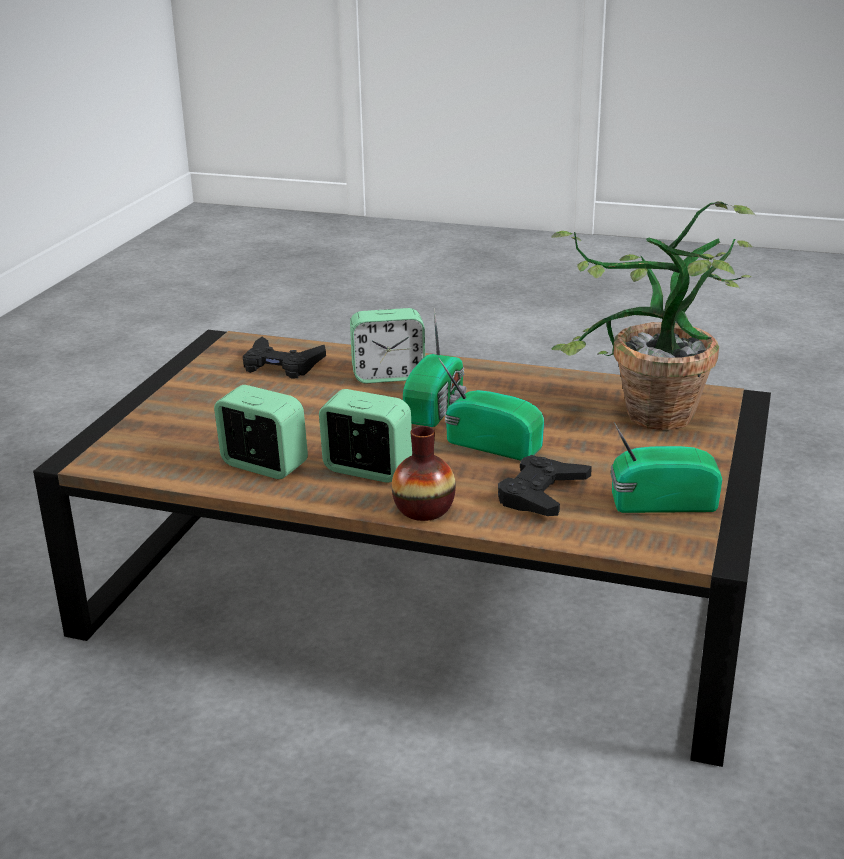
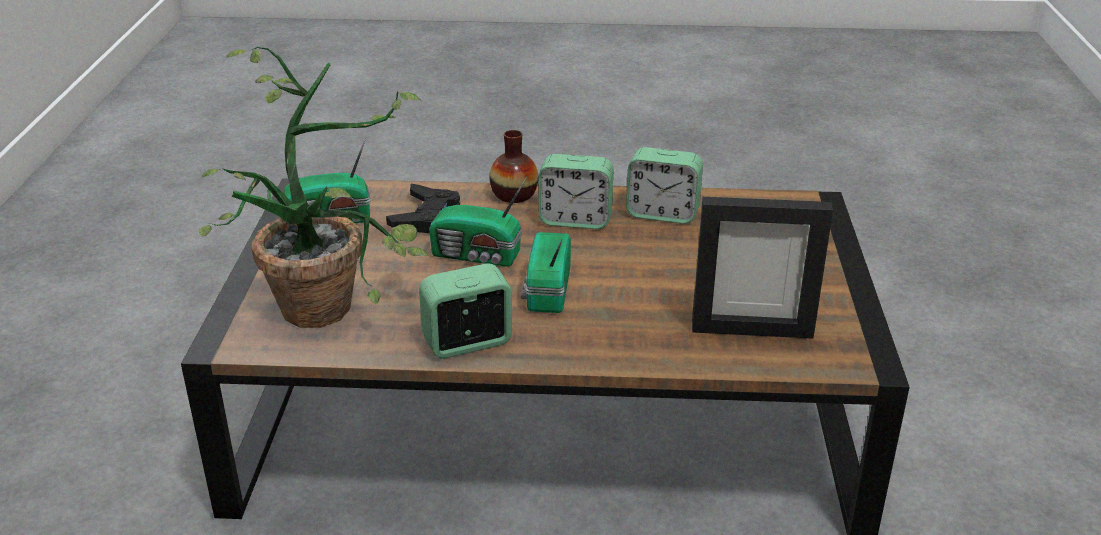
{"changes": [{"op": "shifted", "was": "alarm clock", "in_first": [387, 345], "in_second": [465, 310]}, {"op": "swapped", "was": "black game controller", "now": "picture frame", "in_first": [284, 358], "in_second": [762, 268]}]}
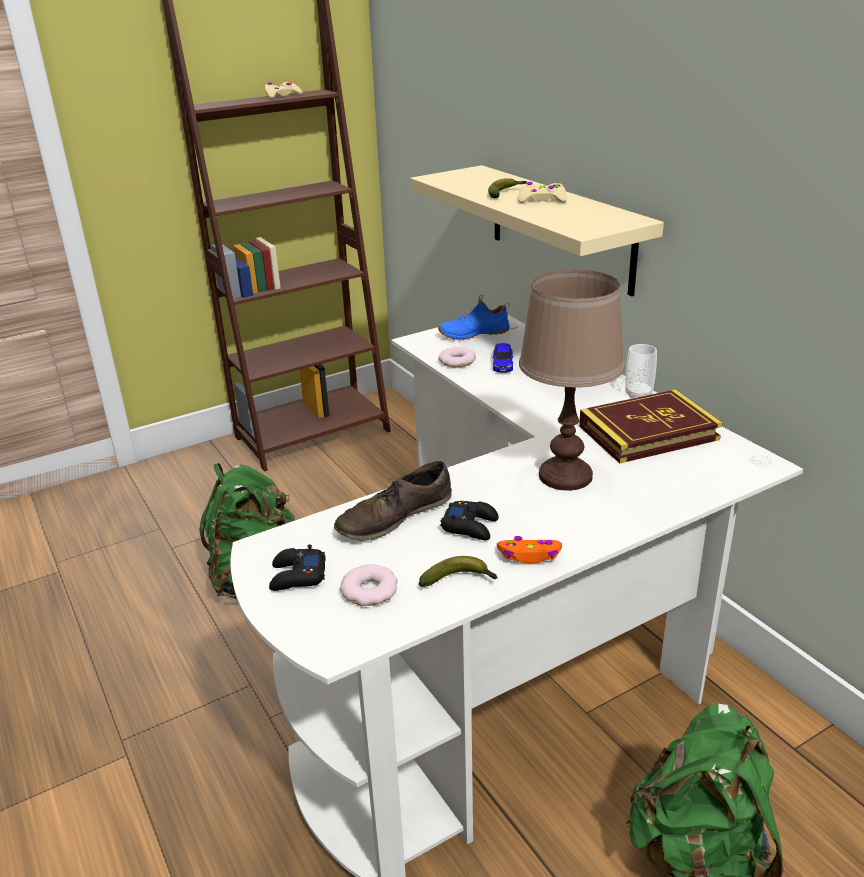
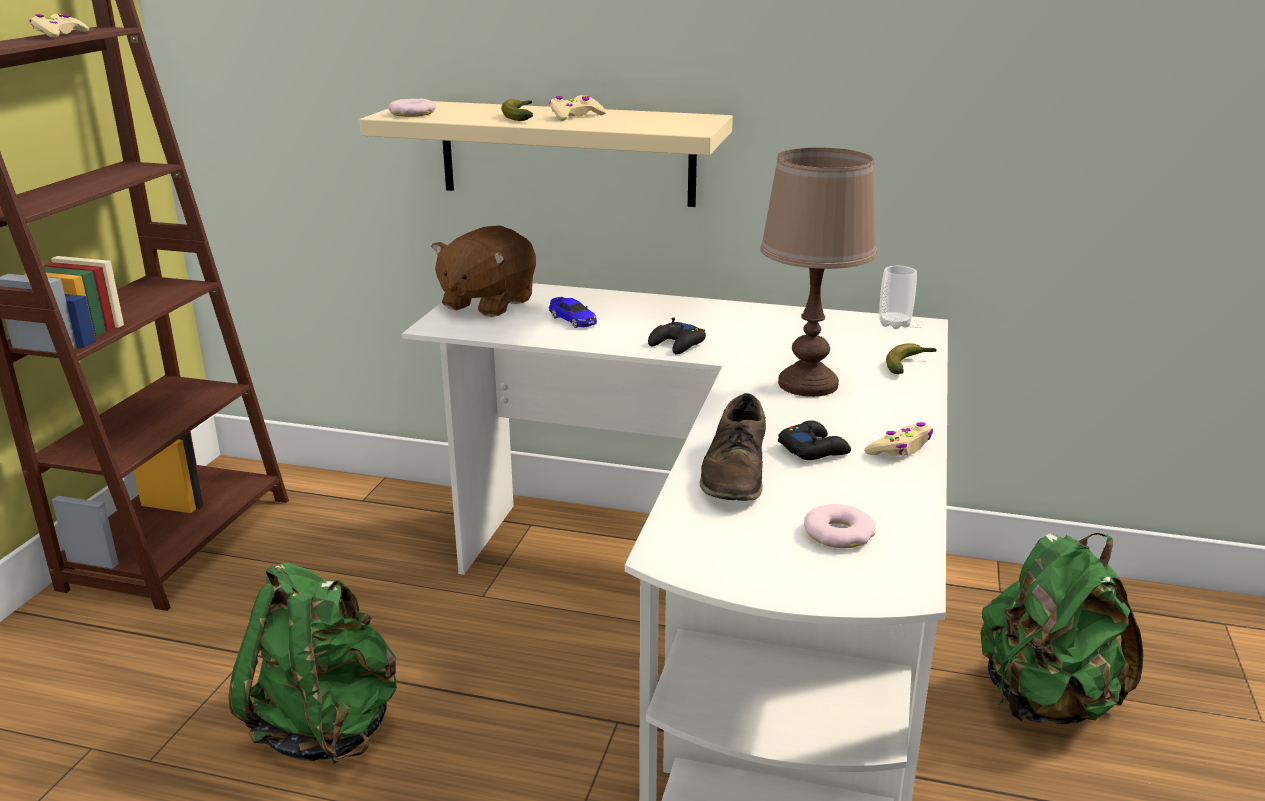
{"changes": [{"op": "gone", "was": "book", "in_first": [651, 426]}, {"op": "shifted", "was": "black game controller", "in_first": [297, 567], "in_second": [677, 336]}, {"op": "shifted", "was": "banana", "in_first": [458, 571], "in_second": [911, 358]}, {"op": "shifted", "was": "donut", "in_first": [457, 357], "in_second": [412, 108]}, {"op": "shifted", "was": "cup", "in_first": [641, 371], "in_second": [898, 297]}, {"op": "swapped", "was": "blue shoe", "now": "brown plush toy", "in_first": [474, 317], "in_second": [483, 271]}, {"op": "repainted", "was": "orange game controller", "now": "beige game controller", "in_first": [529, 549], "in_second": [898, 439]}]}
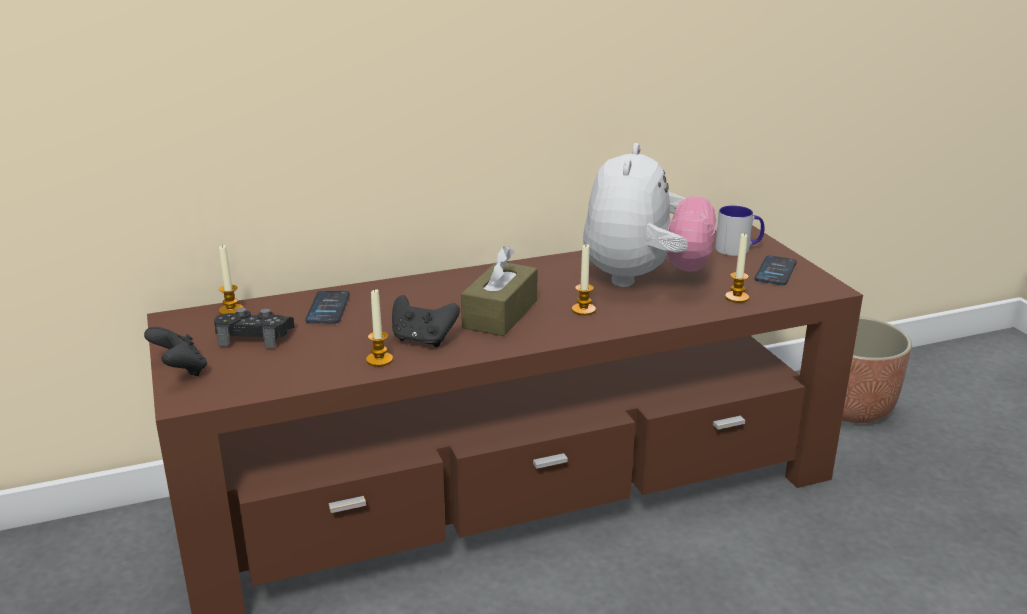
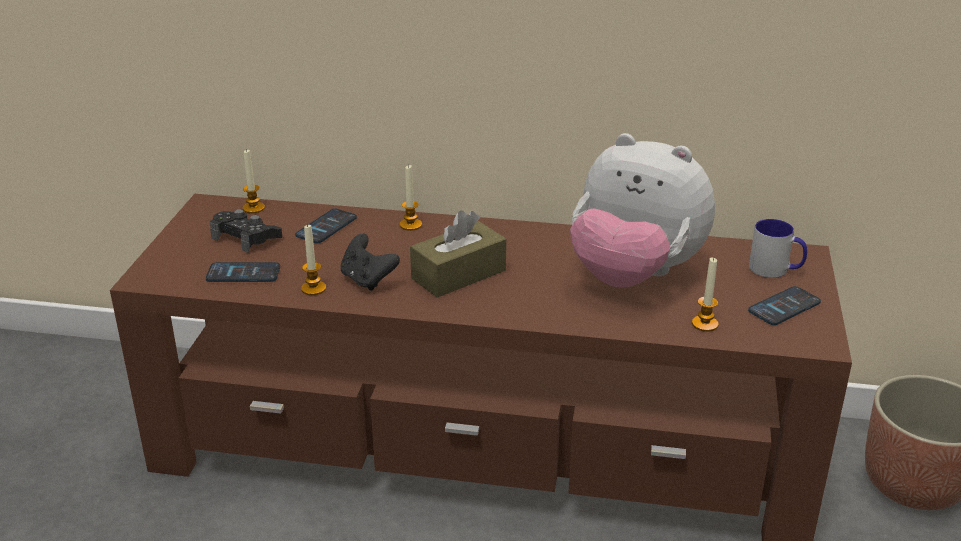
{"changes": [{"op": "gone", "was": "black game controller", "in_first": [175, 351]}, {"op": "new", "now": "phone", "in_second": [243, 272]}, {"op": "shifted", "was": "candle", "in_first": [584, 279], "in_second": [411, 197]}, {"op": "rotated", "was": "plush toy", "in_first": [650, 215], "in_second": [642, 210], "clockwise": 75}]}
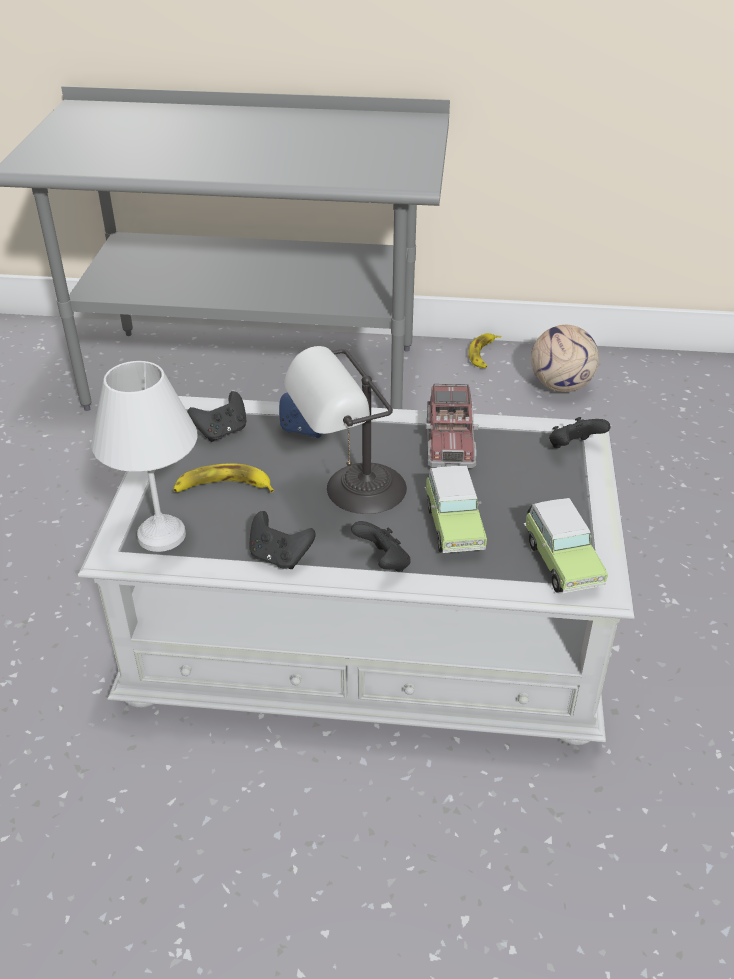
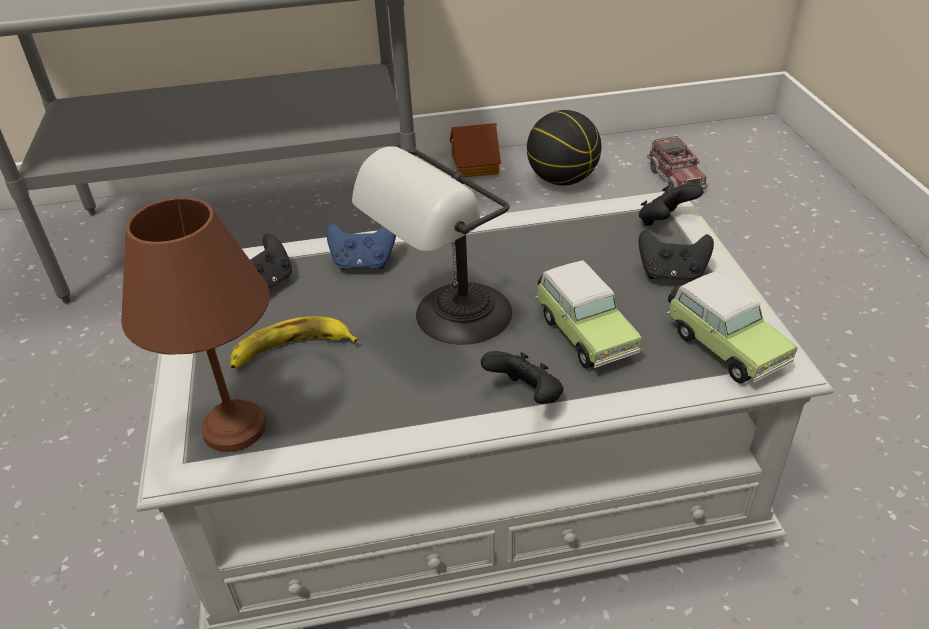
{"changes": [{"op": "shifted", "was": "black game controller", "in_first": [283, 540], "in_second": [676, 256]}, {"op": "shifted", "was": "toy truck", "in_first": [452, 426], "in_second": [677, 163]}, {"op": "swapped", "was": "banana", "now": "toy house", "in_first": [485, 350], "in_second": [475, 150]}, {"op": "swapped", "was": "football", "now": "basketball", "in_first": [565, 358], "in_second": [564, 148]}, {"op": "repainted", "was": "white table lamp", "now": "brown table lamp", "in_first": [144, 456], "in_second": [195, 324]}]}
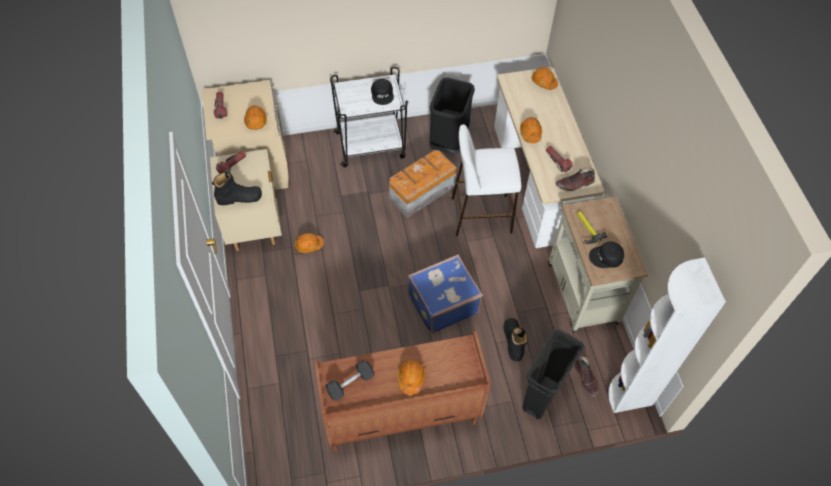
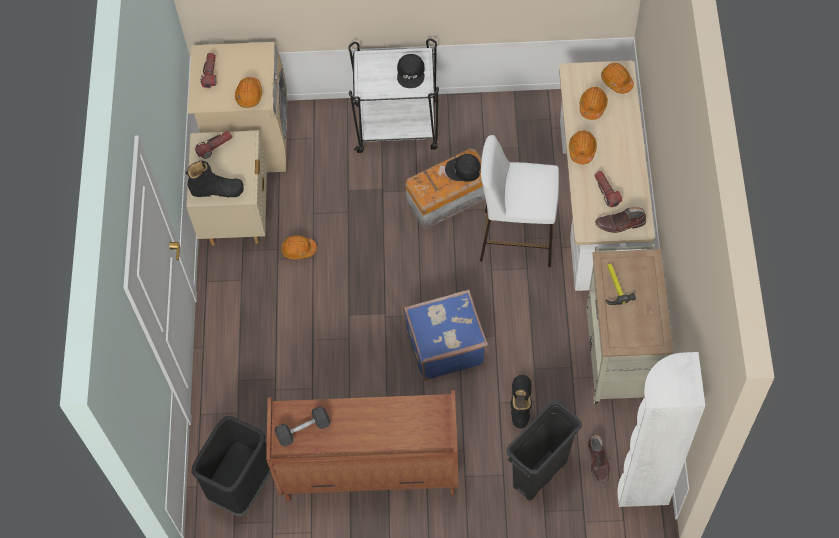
{"changes": [{"op": "shifted", "was": "orange hard hat", "in_first": [411, 377], "in_second": [594, 103]}, {"op": "shifted", "was": "black trash can", "in_first": [452, 116], "in_second": [231, 466]}, {"op": "shifted", "was": "black cap", "in_first": [606, 254], "in_second": [463, 168]}]}
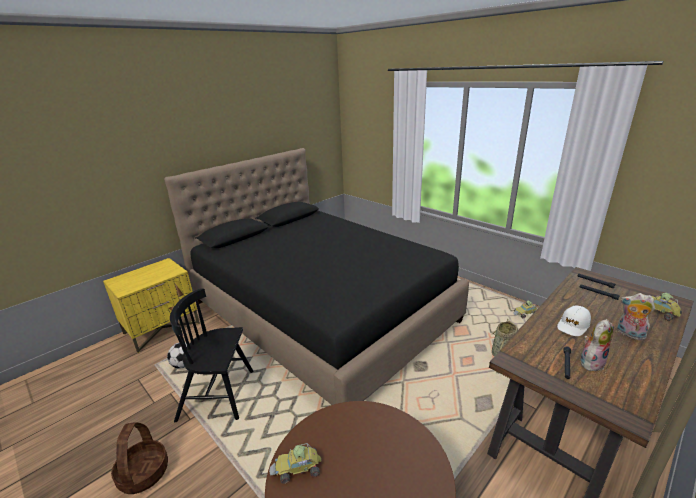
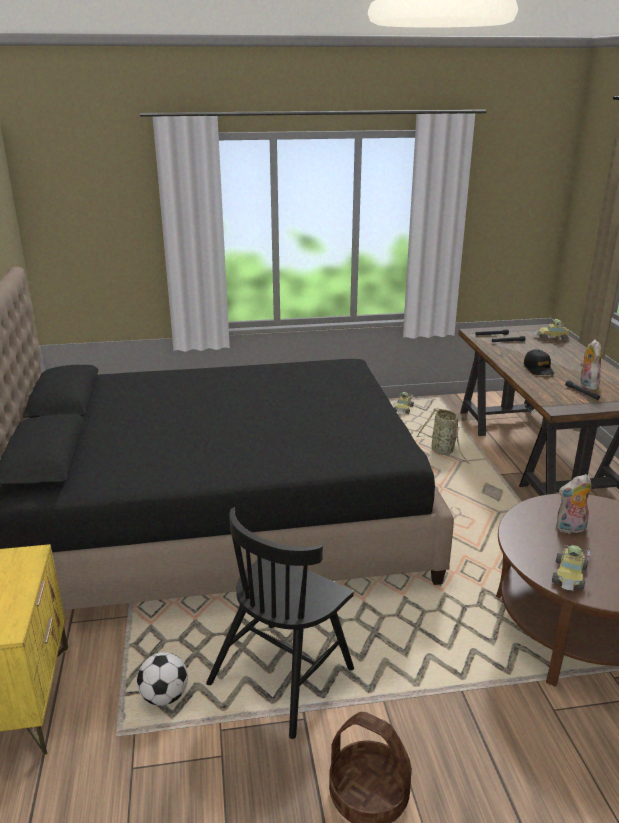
{"changes": [{"op": "shifted", "was": "plush toy", "in_first": [636, 316], "in_second": [573, 504]}, {"op": "repainted", "was": "white cap", "now": "black cap", "in_first": [574, 321], "in_second": [539, 362]}]}
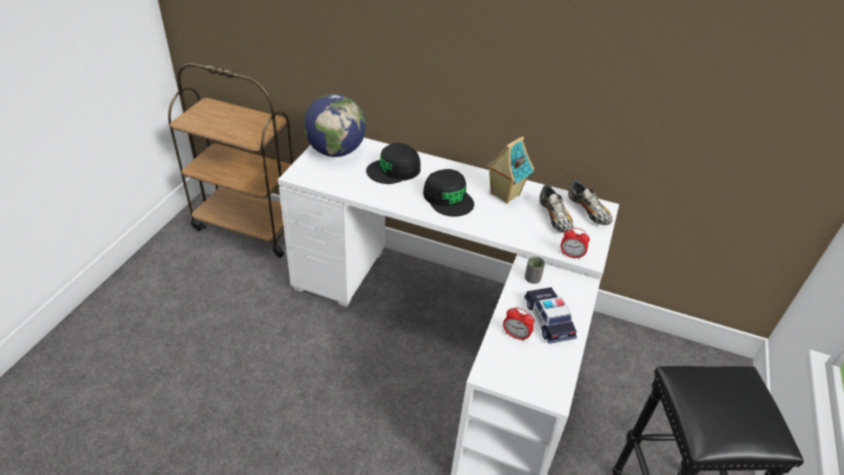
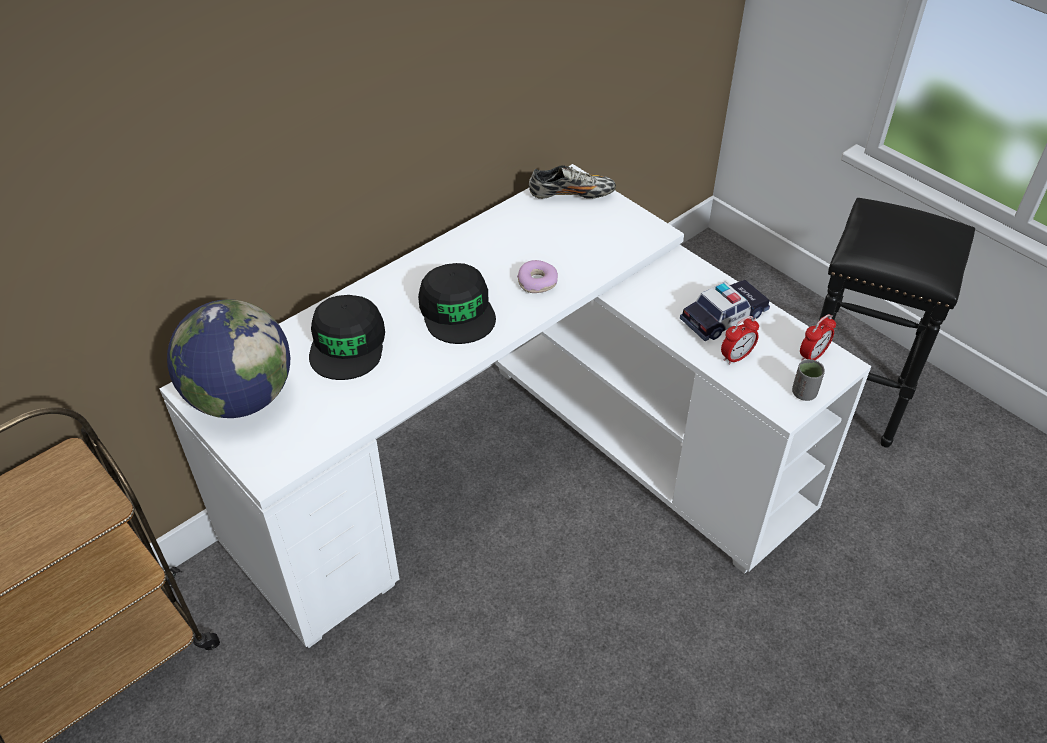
{"changes": [{"op": "gone", "was": "toy house", "in_first": [510, 170]}, {"op": "gone", "was": "shoe", "in_first": [556, 208]}, {"op": "new", "now": "donut", "in_second": [537, 276]}, {"op": "shifted", "was": "grey cup", "in_first": [535, 270], "in_second": [808, 380]}, {"op": "shifted", "was": "alarm clock", "in_first": [575, 243], "in_second": [818, 337]}, {"op": "rotated", "was": "black cap", "in_first": [448, 193], "in_second": [457, 303], "clockwise": 75}, {"op": "rotated", "was": "toy car", "in_first": [550, 315], "in_second": [725, 310], "clockwise": 135}]}
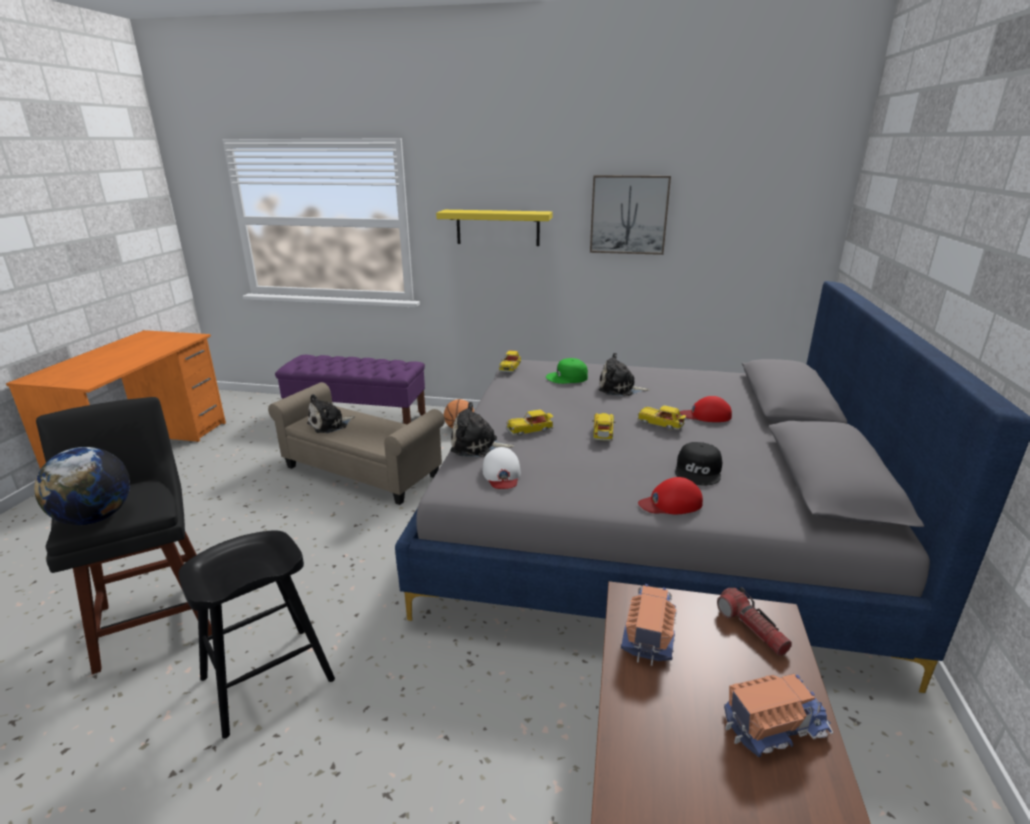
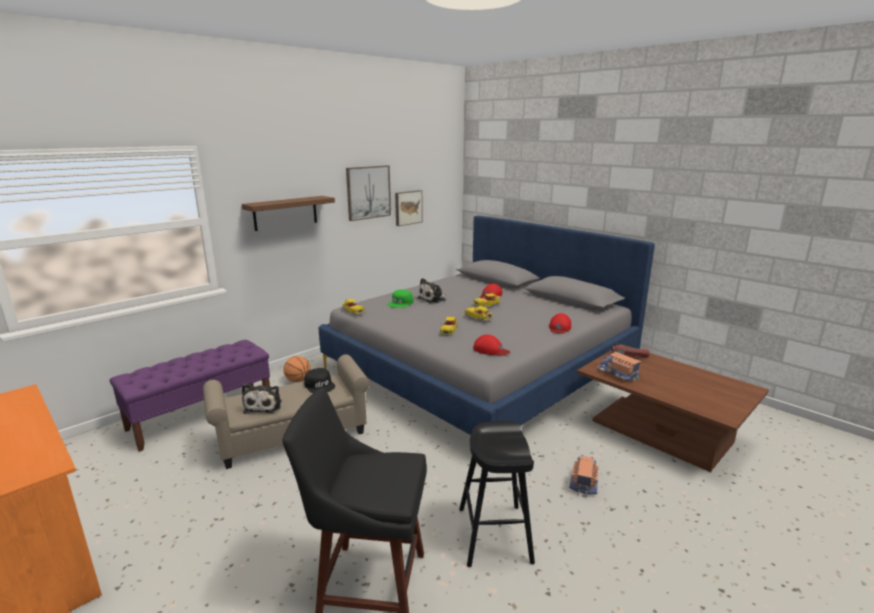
{"changes": [{"op": "gone", "was": "globe", "in_first": [82, 486]}, {"op": "gone", "was": "plush toy", "in_first": [482, 429]}, {"op": "new", "now": "picture", "in_second": [409, 208]}, {"op": "shifted", "was": "black cap", "in_first": [698, 463], "in_second": [319, 380]}, {"op": "shifted", "was": "toy truck", "in_first": [778, 715], "in_second": [584, 475]}, {"op": "repainted", "was": "yellow shelf", "now": "brown shelf", "in_first": [494, 228], "in_second": [288, 213]}, {"op": "repainted", "was": "white cap", "now": "red cap", "in_first": [502, 468], "in_second": [491, 345]}]}
